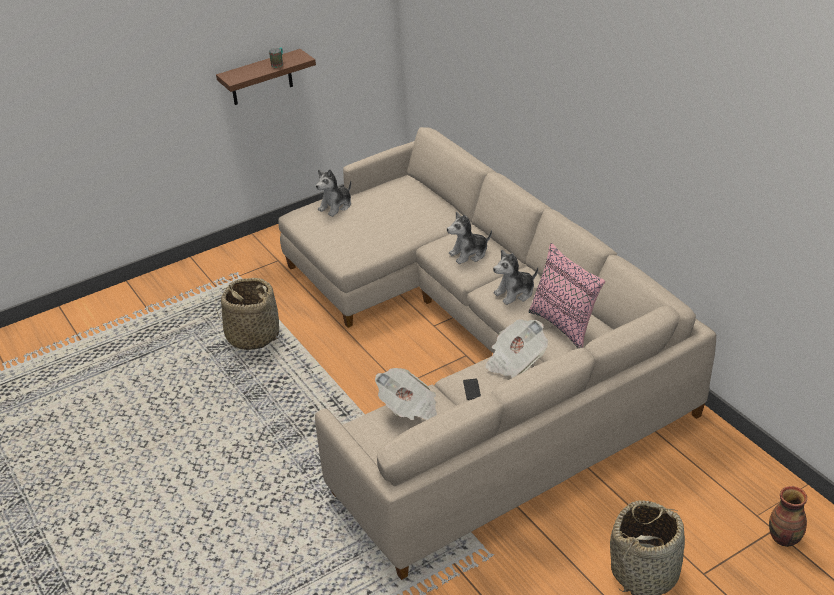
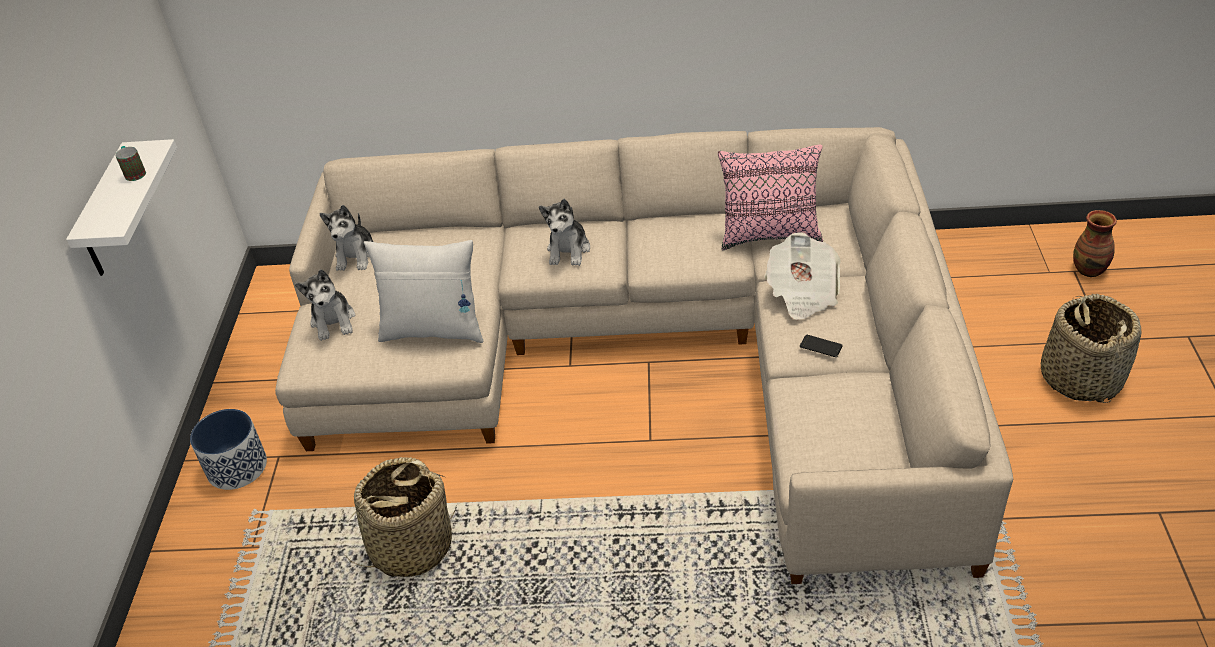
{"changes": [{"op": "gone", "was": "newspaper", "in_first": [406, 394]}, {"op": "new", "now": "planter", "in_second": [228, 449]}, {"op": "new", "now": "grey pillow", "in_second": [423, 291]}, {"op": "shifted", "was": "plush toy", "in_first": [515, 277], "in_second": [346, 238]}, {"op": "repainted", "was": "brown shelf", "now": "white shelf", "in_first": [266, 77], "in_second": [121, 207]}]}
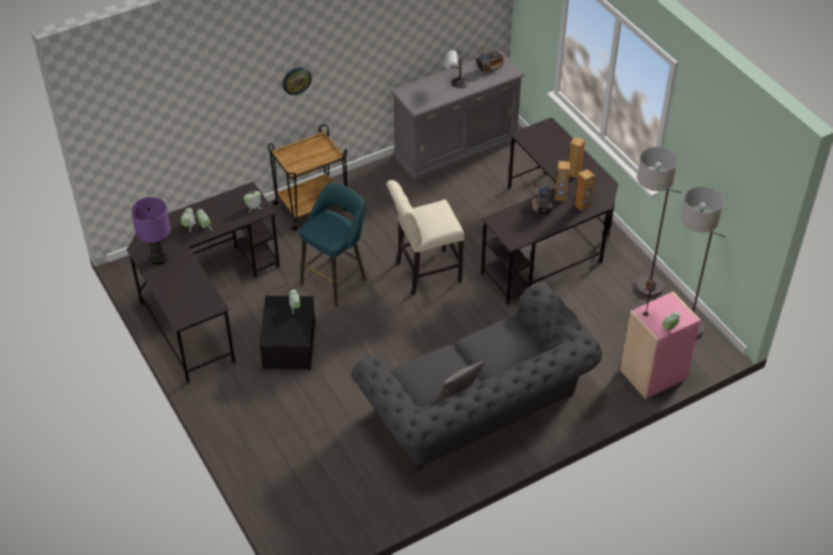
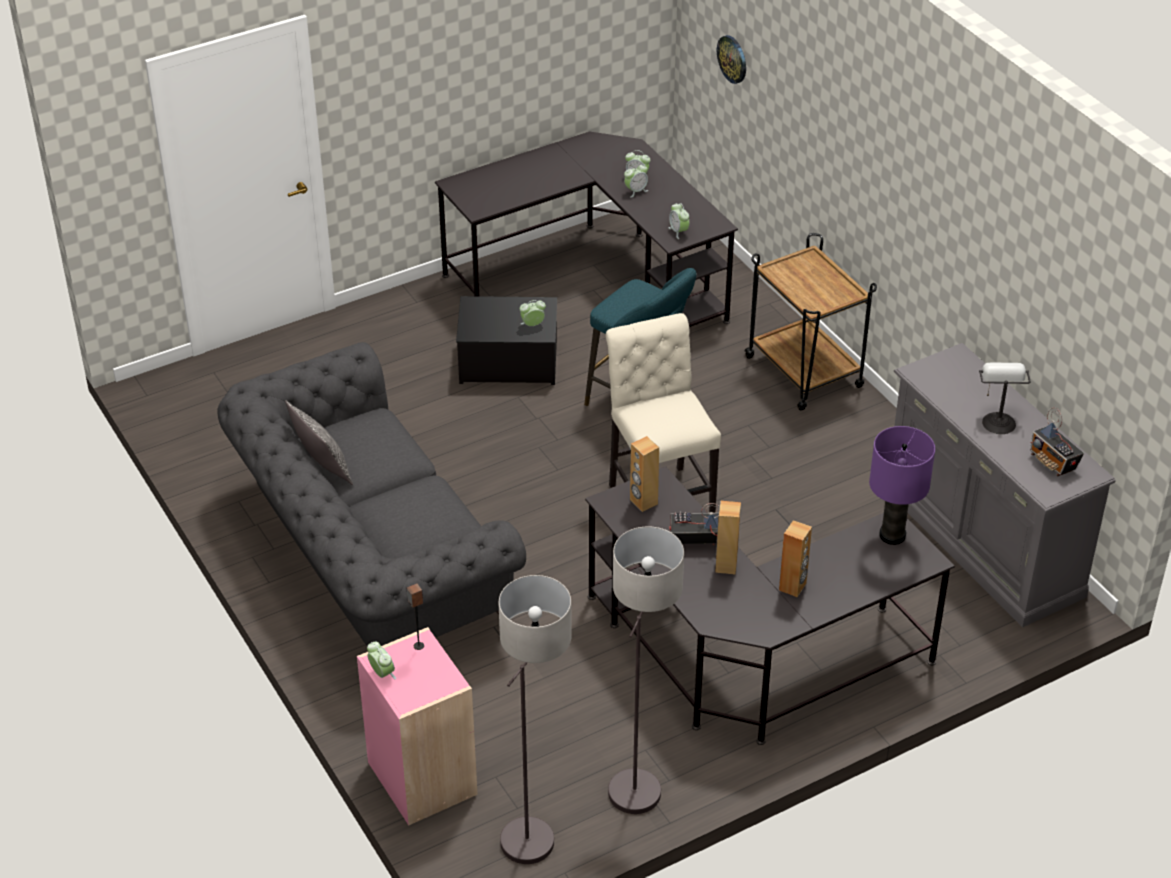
{"changes": [{"op": "shifted", "was": "purple table lamp", "in_first": [151, 231], "in_second": [902, 485]}, {"op": "shifted", "was": "wall clock", "in_first": [297, 81], "in_second": [731, 59]}, {"op": "shifted", "was": "brown speaker", "in_first": [584, 190], "in_second": [644, 474]}]}
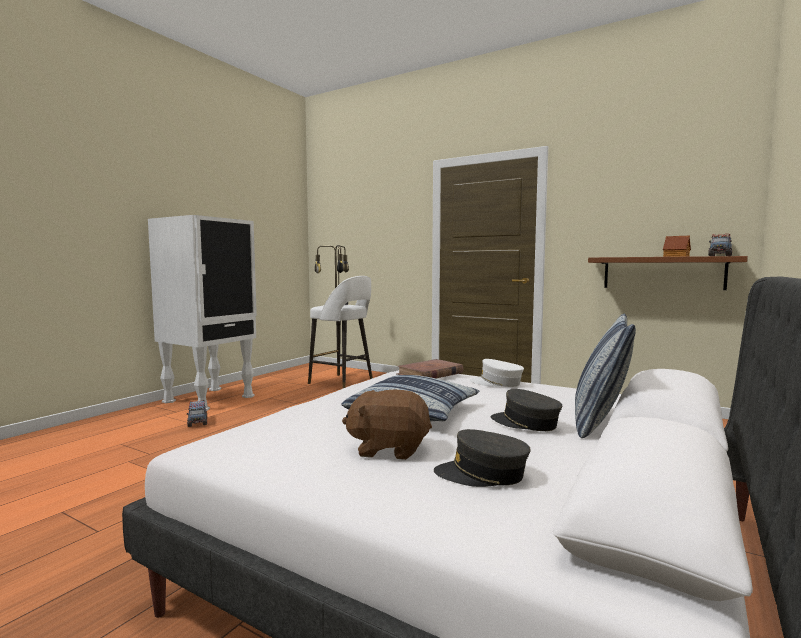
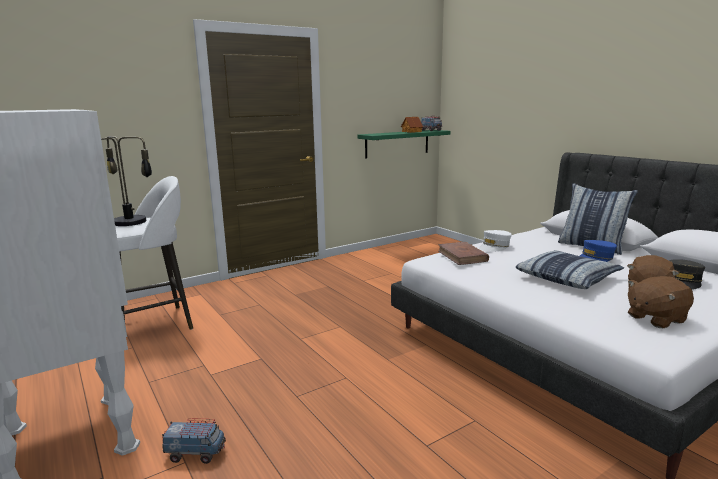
{"changes": [{"op": "new", "now": "brown plush toy", "in_second": [661, 302]}, {"op": "repainted", "was": "grey cap", "now": "blue cap", "in_first": [526, 410], "in_second": [598, 251]}, {"op": "repainted", "was": "brown shelf", "now": "green shelf", "in_first": [668, 273], "in_second": [404, 144]}]}
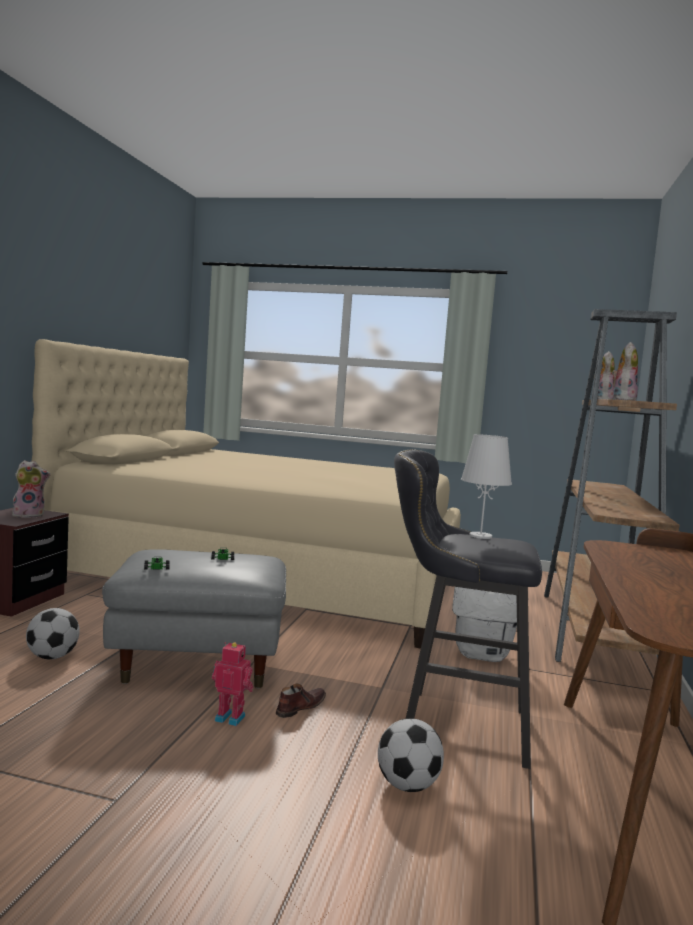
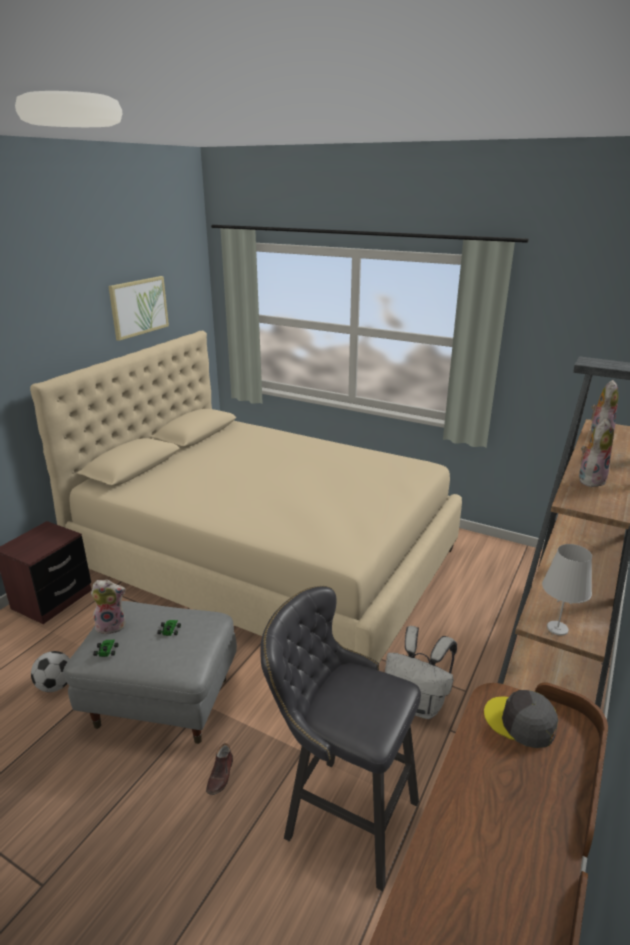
{"changes": [{"op": "gone", "was": "toy robot", "in_first": [232, 684]}, {"op": "gone", "was": "football", "in_first": [411, 755]}, {"op": "new", "now": "picture", "in_second": [138, 308]}, {"op": "new", "now": "grey cap", "in_second": [521, 719]}, {"op": "shifted", "was": "plush toy", "in_first": [31, 489], "in_second": [108, 607]}, {"op": "shifted", "was": "white table lamp", "in_first": [486, 486], "in_second": [567, 590]}, {"op": "rotated", "was": "brown shoe", "in_first": [301, 700], "in_second": [219, 769], "clockwise": 135}]}
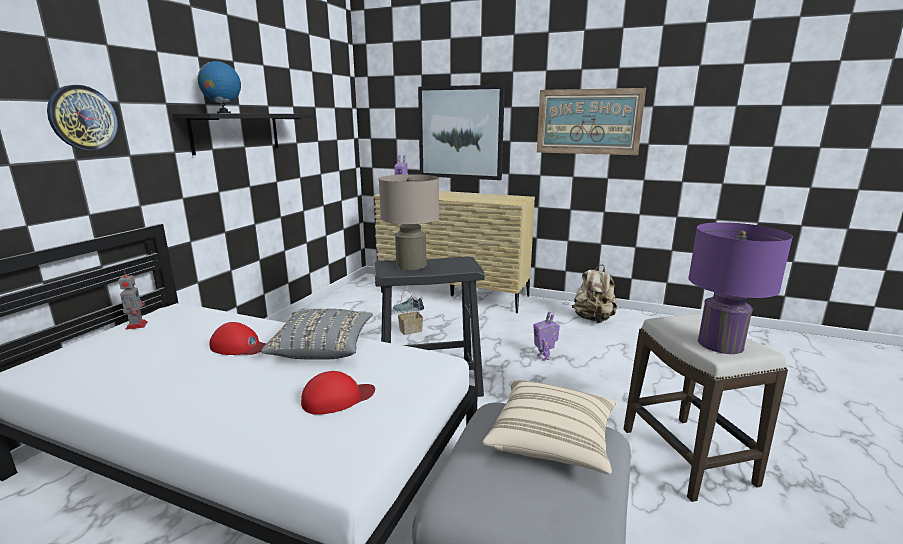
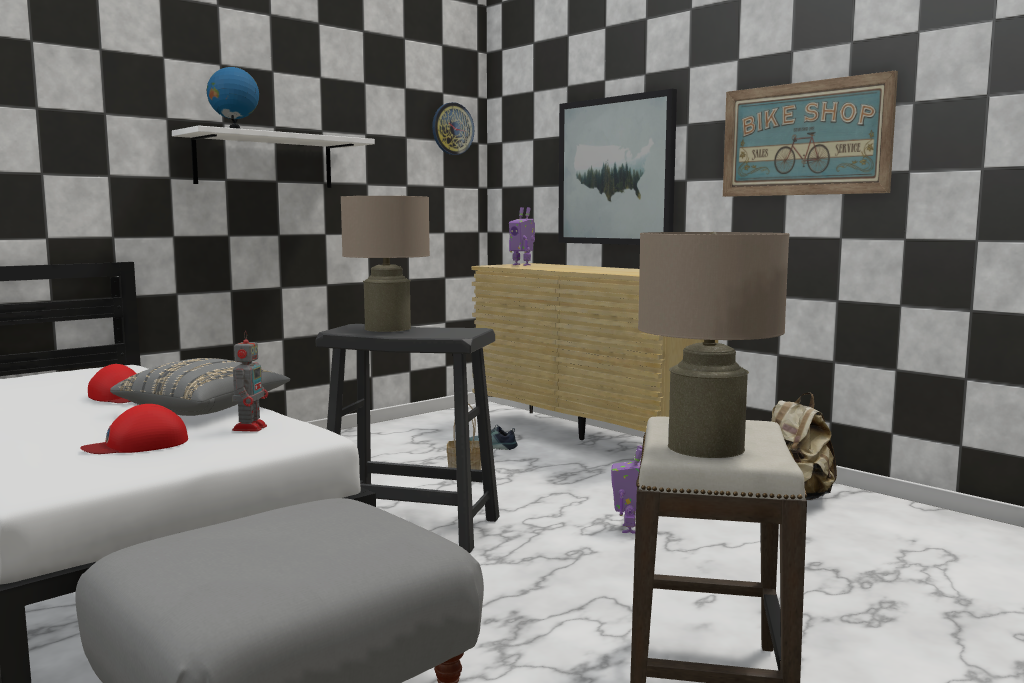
{"changes": [{"op": "gone", "was": "beige pillow", "in_first": [549, 427]}, {"op": "shifted", "was": "wall clock", "in_first": [82, 117], "in_second": [453, 128]}, {"op": "shifted", "was": "toy robot", "in_first": [133, 300], "in_second": [250, 381]}, {"op": "repainted", "was": "black shelf", "now": "white shelf", "in_first": [243, 134], "in_second": [273, 156]}, {"op": "repainted", "was": "purple table lamp", "now": "beige table lamp", "in_first": [740, 288], "in_second": [714, 345]}, {"op": "rotated", "was": "red cap", "in_first": [338, 393], "in_second": [134, 429], "clockwise": 150}]}
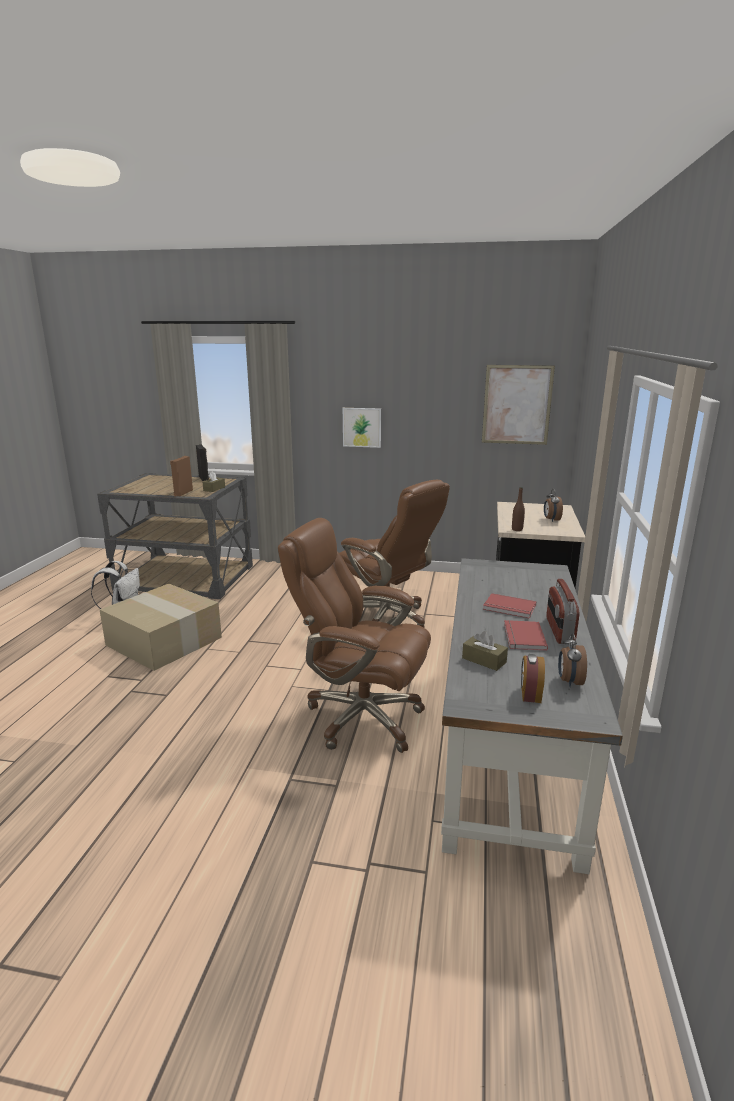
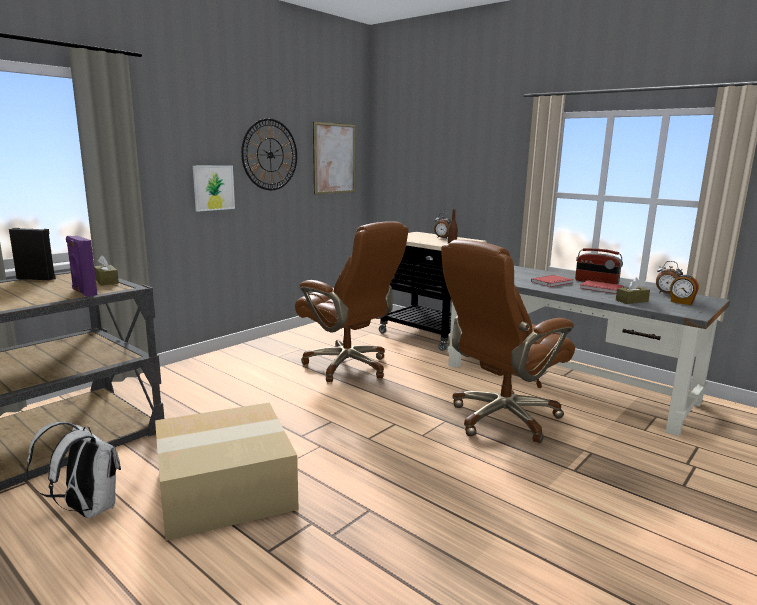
{"changes": [{"op": "new", "now": "wall clock", "in_second": [269, 154]}, {"op": "repainted", "was": "brown speaker", "now": "purple speaker", "in_first": [181, 476], "in_second": [82, 266]}, {"op": "rotated", "was": "brown office chair", "in_first": [394, 554], "in_second": [352, 301], "clockwise": 60}]}
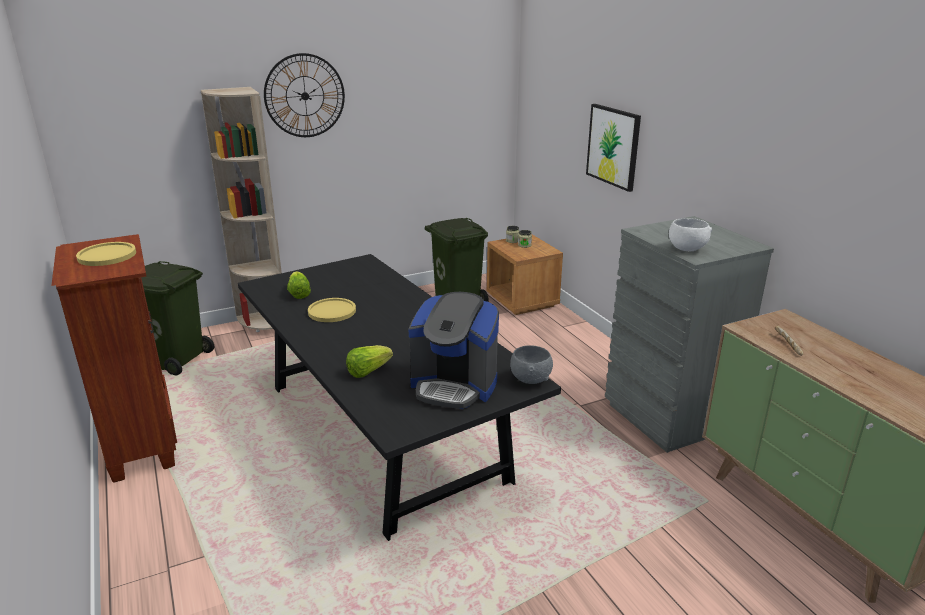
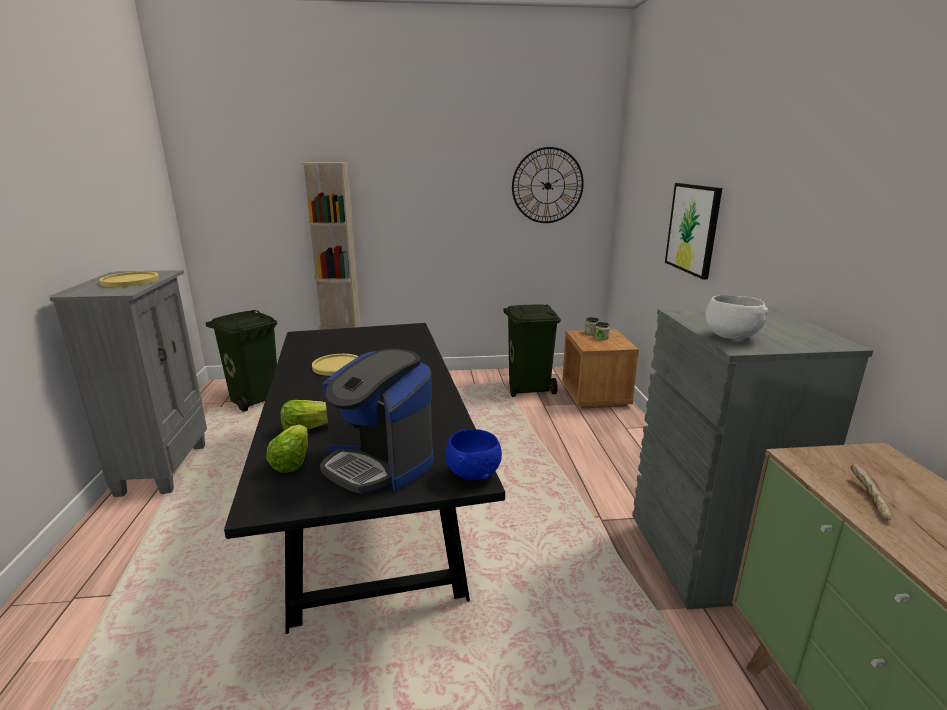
{"changes": [{"op": "shifted", "was": "wall clock", "in_first": [304, 95], "in_second": [548, 185]}, {"op": "shifted", "was": "lettuce", "in_first": [299, 285], "in_second": [287, 449]}, {"op": "repainted", "was": "brown cabinet", "now": "grey cabinet", "in_first": [114, 358], "in_second": [127, 383]}, {"op": "repainted", "was": "grey bowl", "now": "blue bowl", "in_first": [531, 364], "in_second": [473, 454]}]}
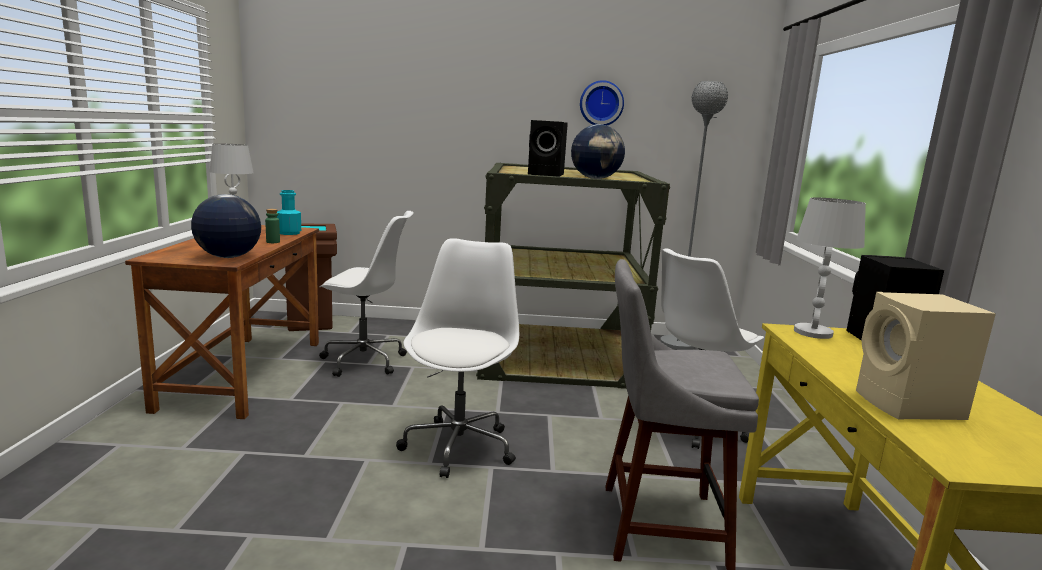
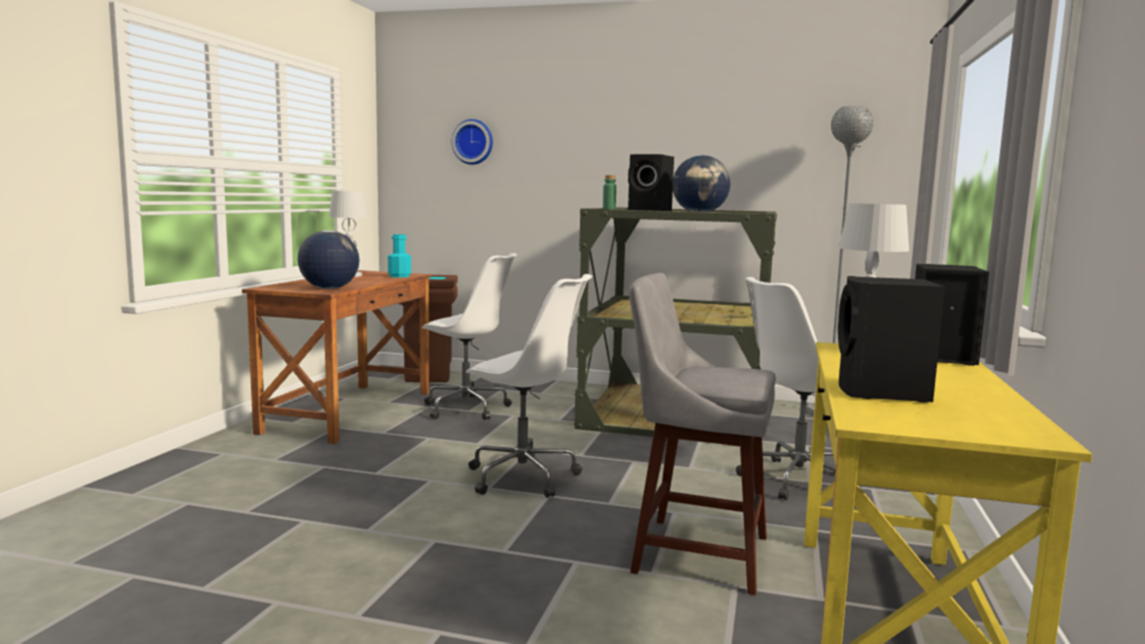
{"changes": [{"op": "shifted", "was": "green bottle", "in_first": [272, 226], "in_second": [609, 192]}, {"op": "shifted", "was": "wall clock", "in_first": [602, 102], "in_second": [472, 142]}, {"op": "repainted", "was": "beige speaker", "now": "black speaker", "in_first": [926, 356], "in_second": [891, 339]}, {"op": "rotated", "was": "white office chair", "in_first": [457, 358], "in_second": [529, 386], "clockwise": 90}]}
